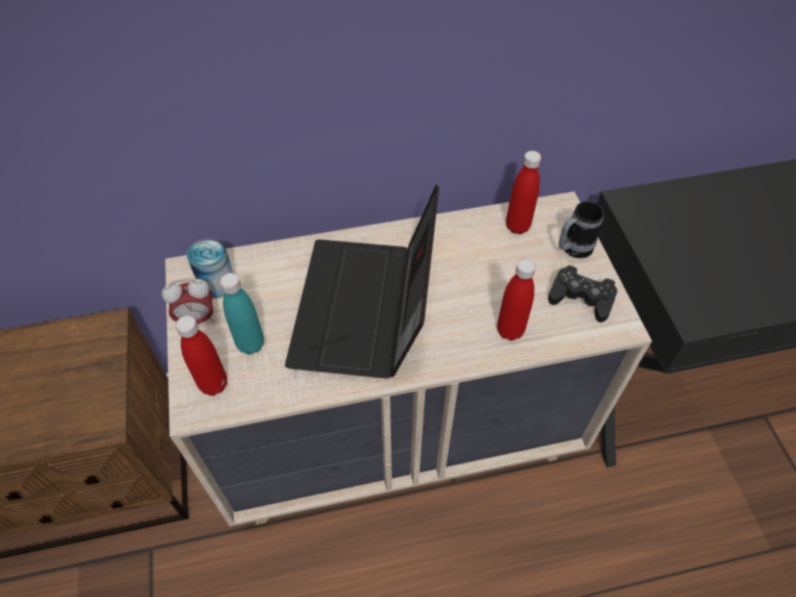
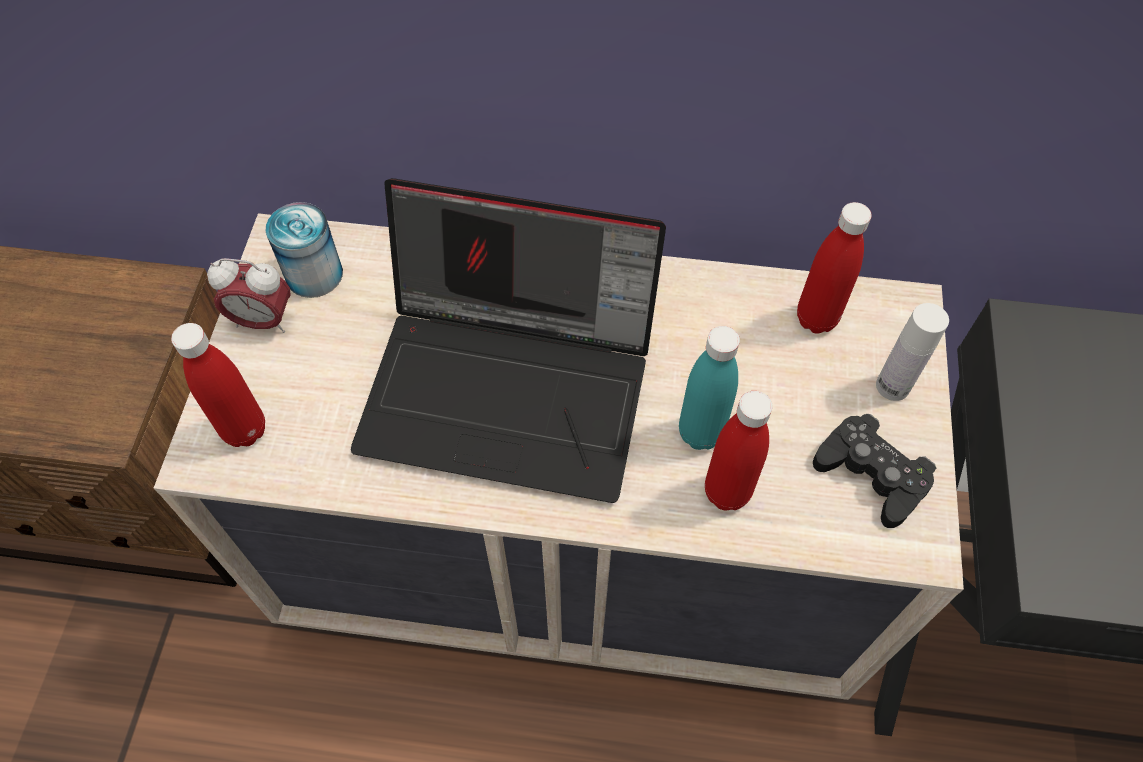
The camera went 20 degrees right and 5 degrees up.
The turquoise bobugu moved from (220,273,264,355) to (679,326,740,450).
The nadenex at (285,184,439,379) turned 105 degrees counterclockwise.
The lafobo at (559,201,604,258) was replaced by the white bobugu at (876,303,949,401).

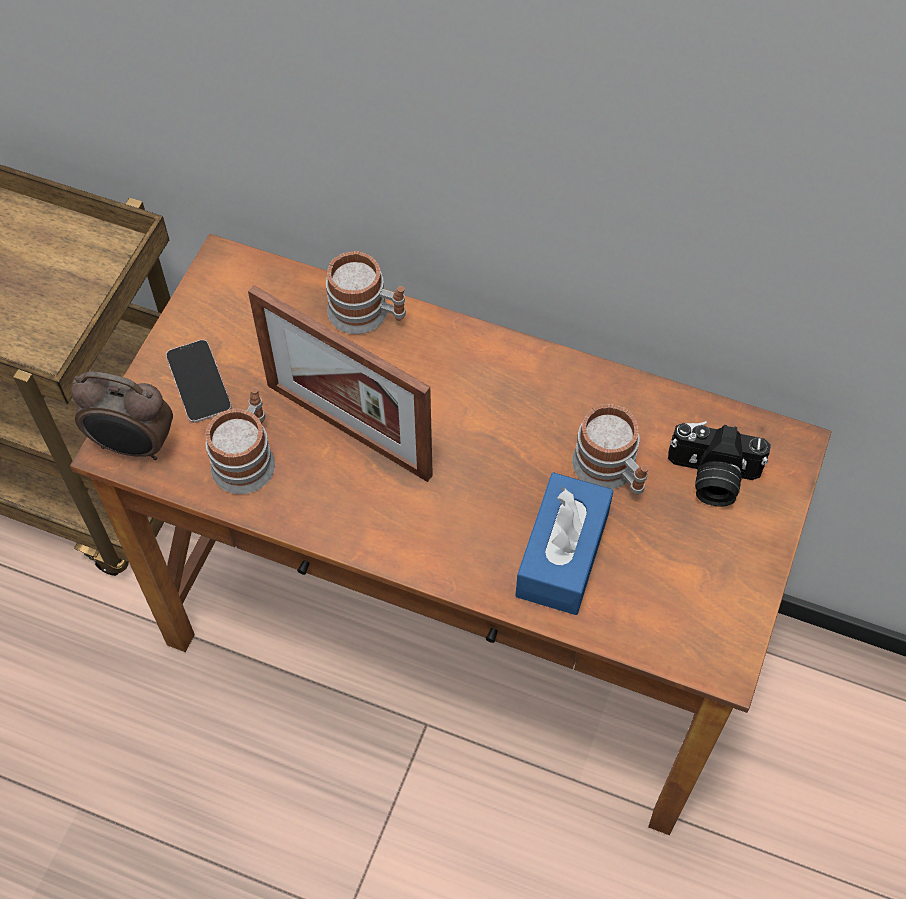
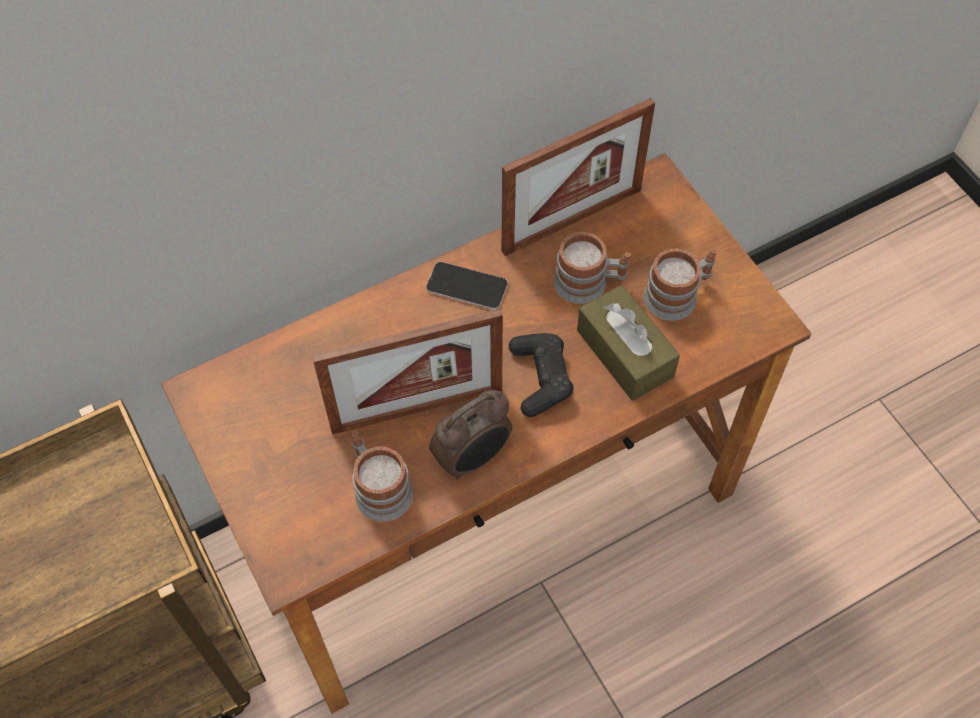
The camera went 50 degrees left and 0 degrees up.
The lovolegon moved from (71,371,173,460) to (429,389,512,480).
The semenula moved from (166,340,232,423) to (426,261,508,310).
The lafobo moved from (326,251,406,334) to (644,248,717,321).
The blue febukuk at (515,472,613,615) became the brown febukuk at (577,285,680,401).
The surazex at (668,421,771,507) disappeared.
The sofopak at (502,98,655,256) appeared.
The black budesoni at (509,333,574,417) appeared.

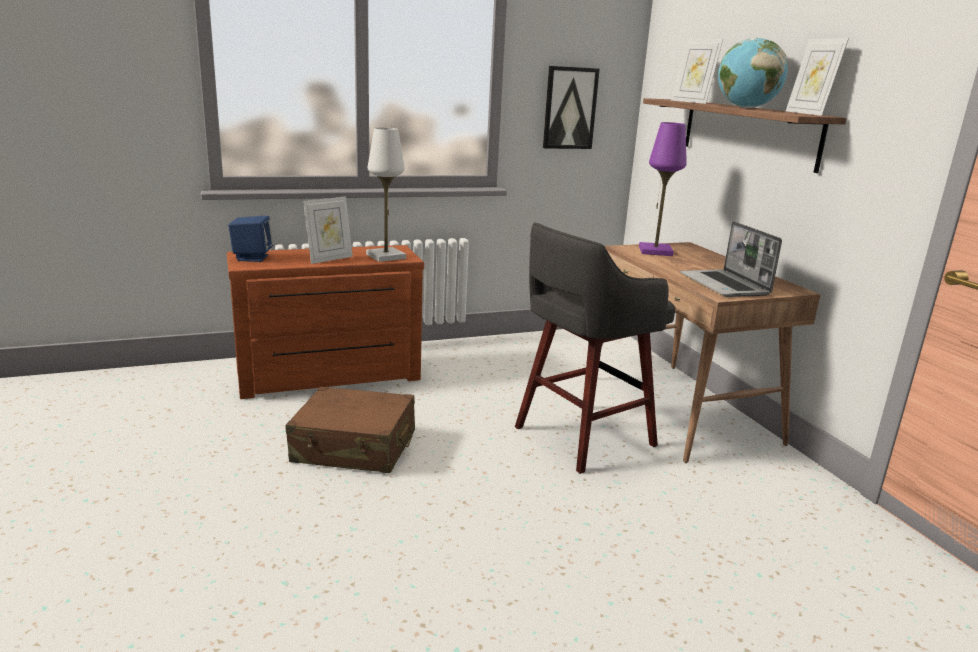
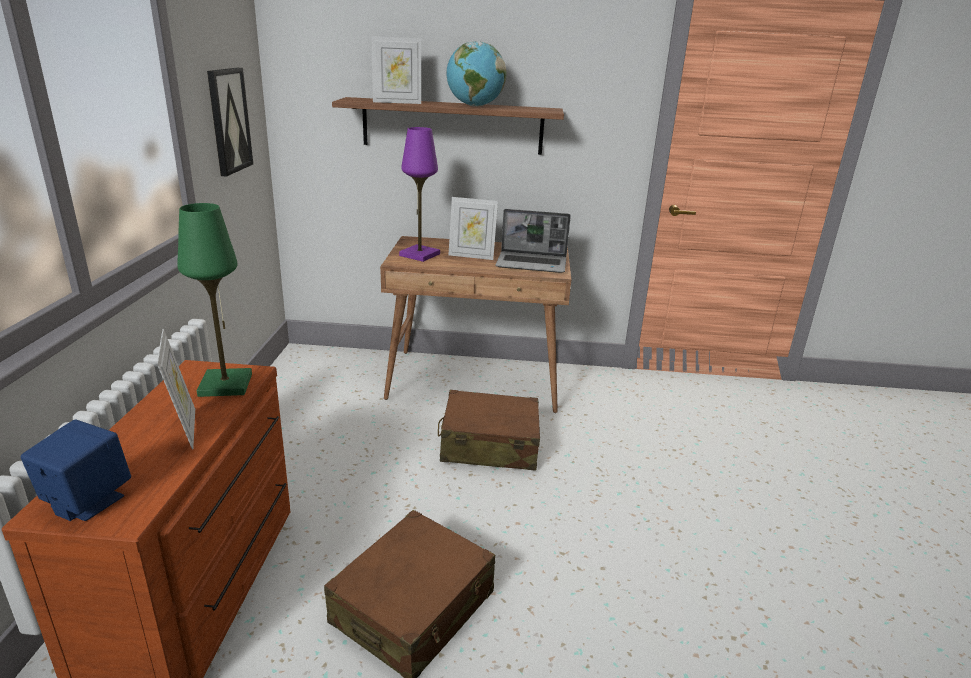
The camera went 65 degrees left and 5 degrees up.
The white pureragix at (366,127,406,262) became the green pureragix at (178,203,252,397).
The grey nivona at (515,222,676,474) was replaced by the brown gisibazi at (438,390,540,470).
The sofopak moved from (786,38,849,116) to (449,197,498,260).

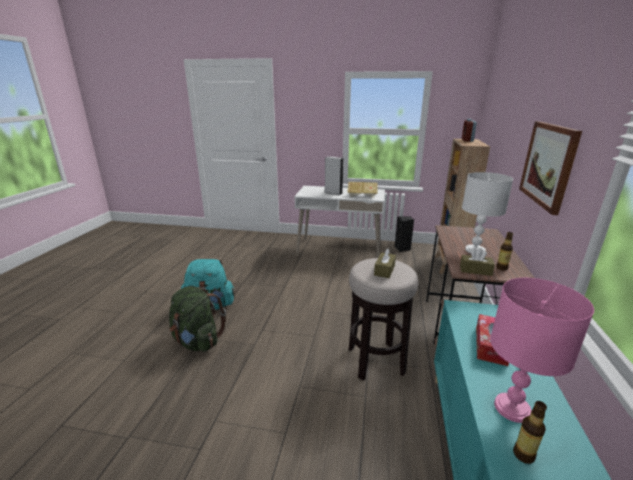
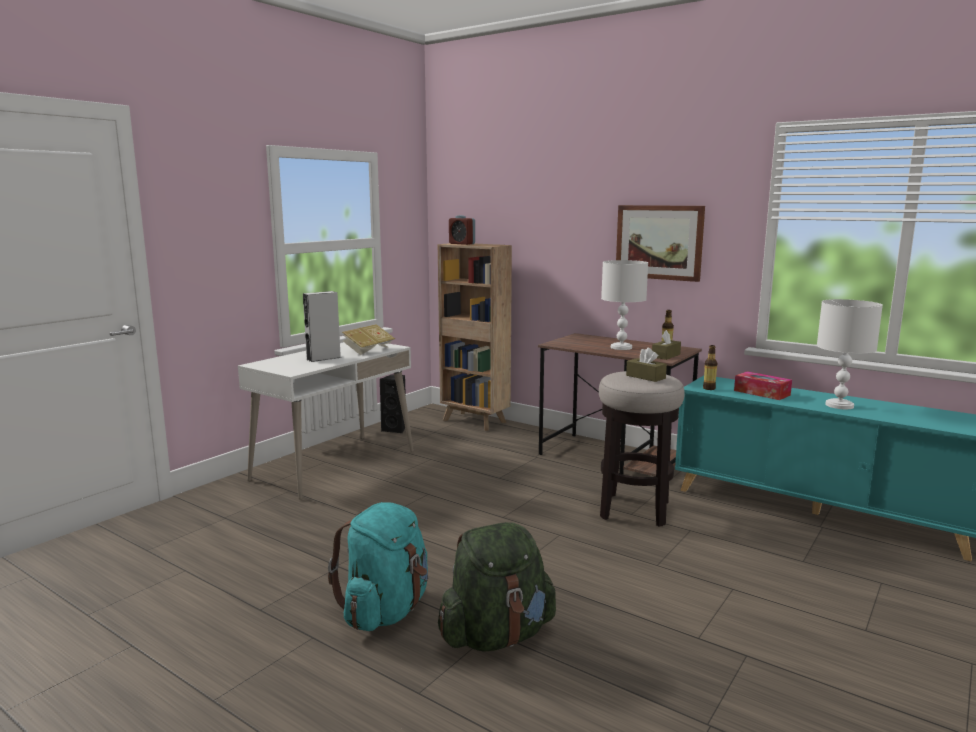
The camera went 65 degrees left and 10 degrees down.
The pink pureragix at (490,278,594,423) became the white pureragix at (817,299,883,409).
The bobugu moved from (513,401,547,464) to (703,345,717,390).

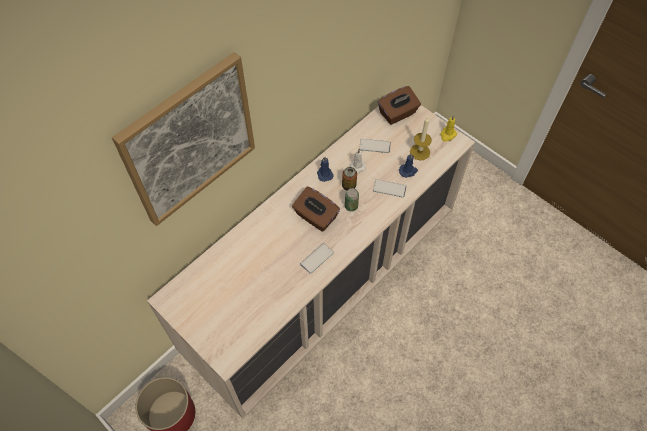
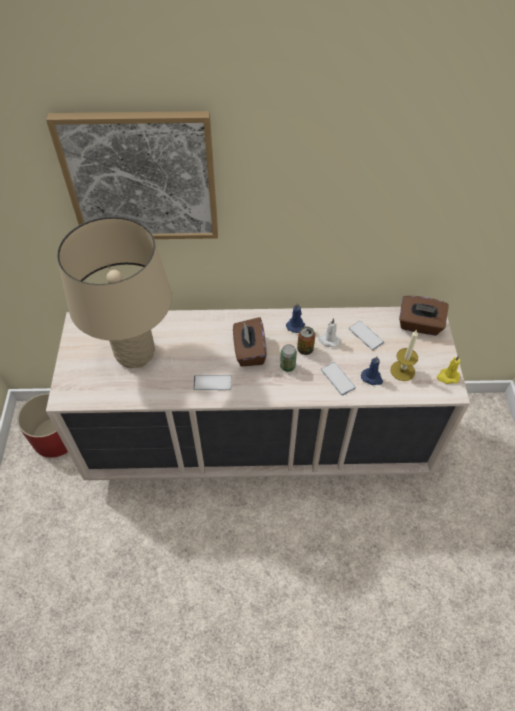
The camera went 45 degrees right and 5 degrees down.
The beige pureragix at (57,216,172,368) appeared.

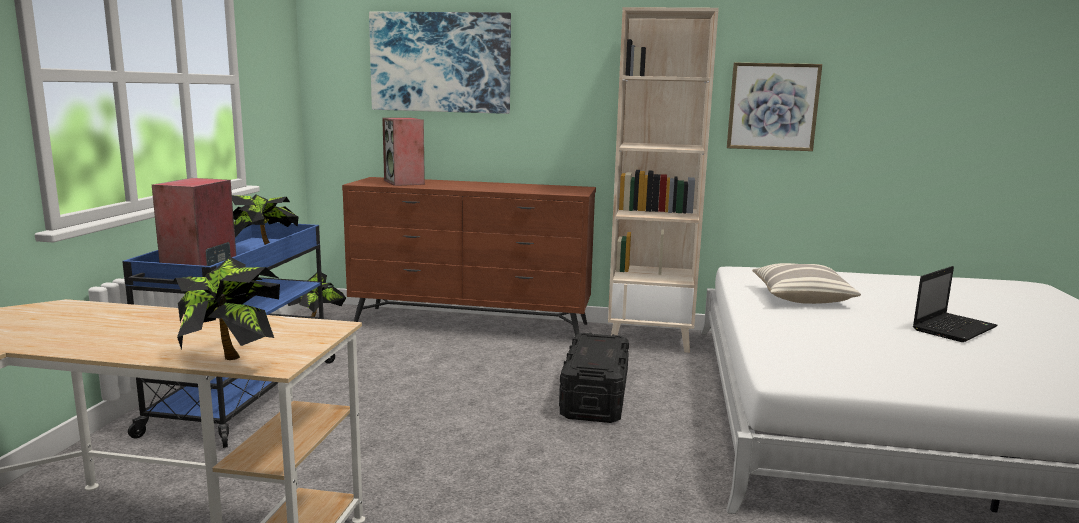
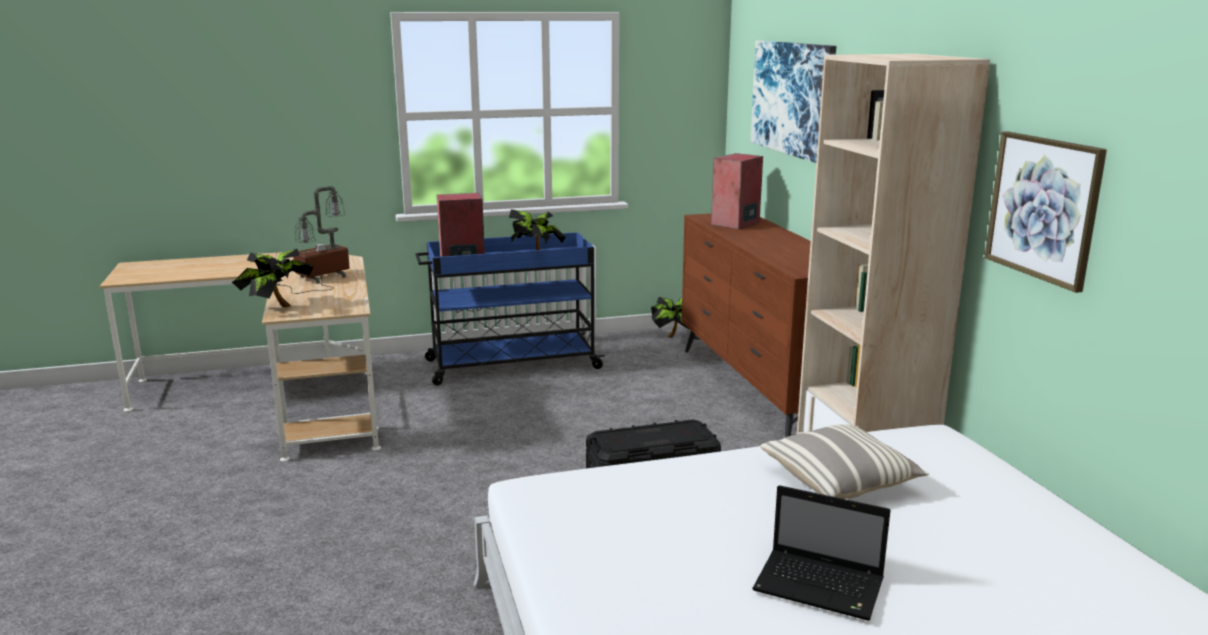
The camera went 65 degrees right and 5 degrees up.
The pureragix at (277,186,350,294) appeared.

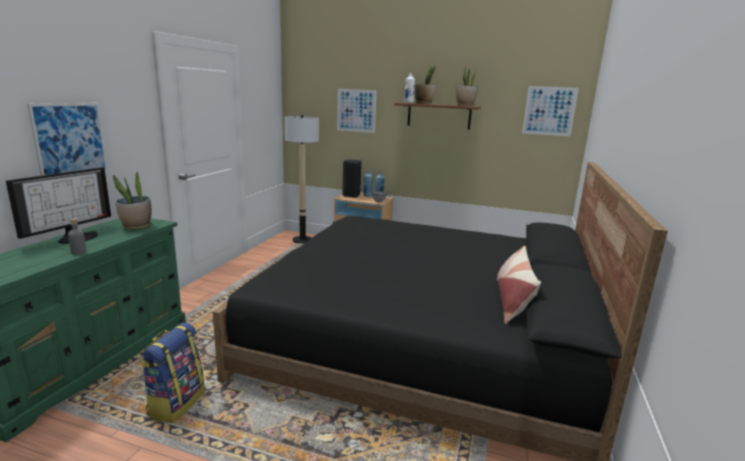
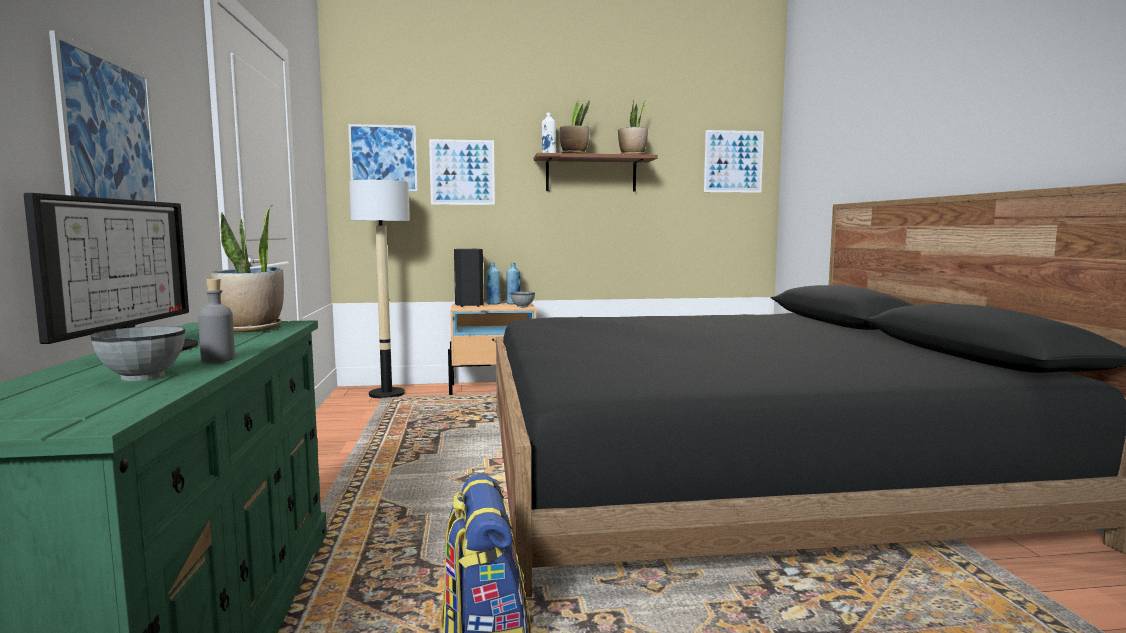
The camera went 25 degrees left and 10 degrees down.
The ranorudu at (497,246,541,324) disappeared.
The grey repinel at (90,326,185,381) appeared.
The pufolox at (348,124,418,192) appeared.

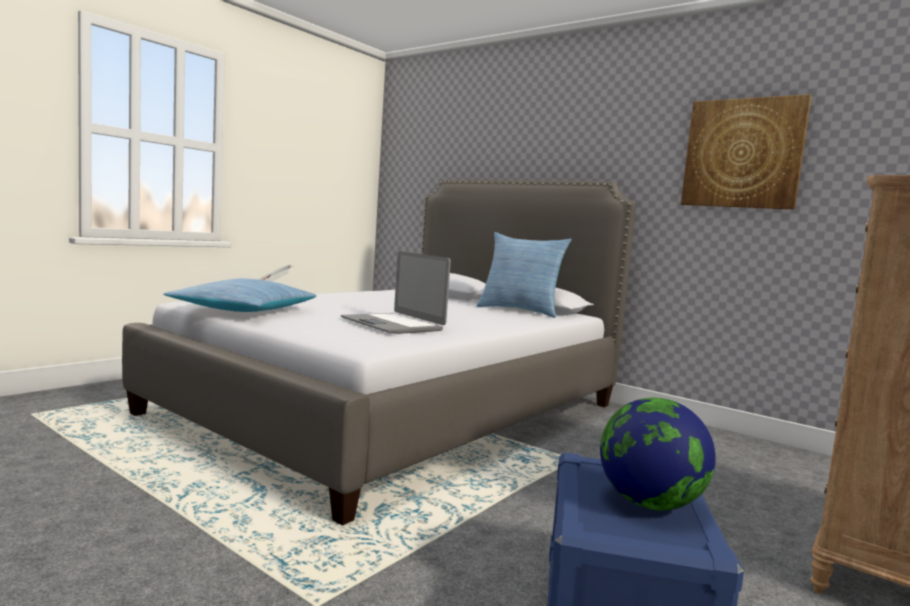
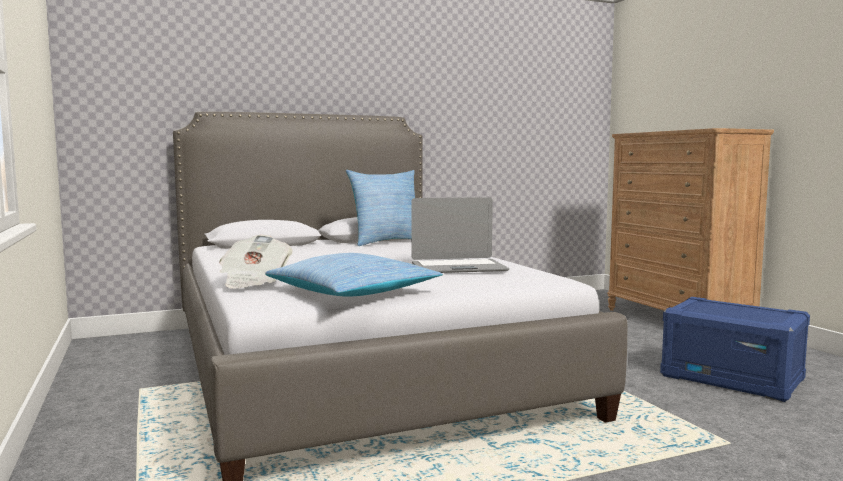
The camera went 60 degrees left and 0 degrees up.
The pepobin at (600,398,716,510) disappeared.
The pufolox at (681,94,812,210) disappeared.

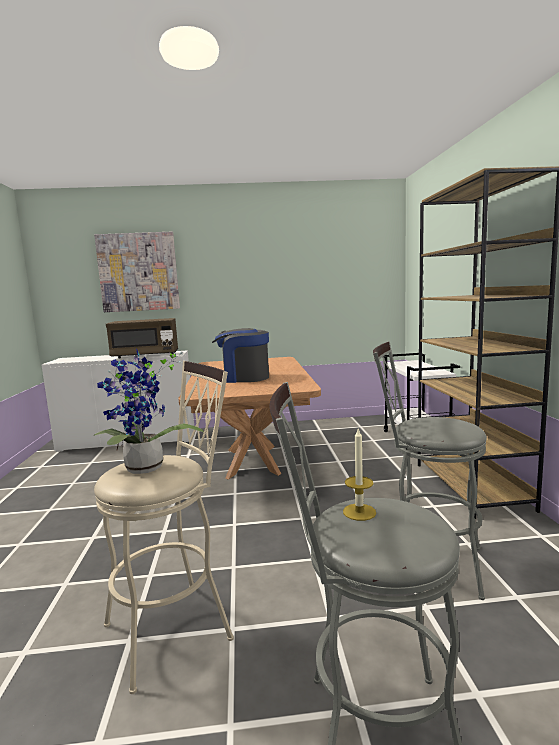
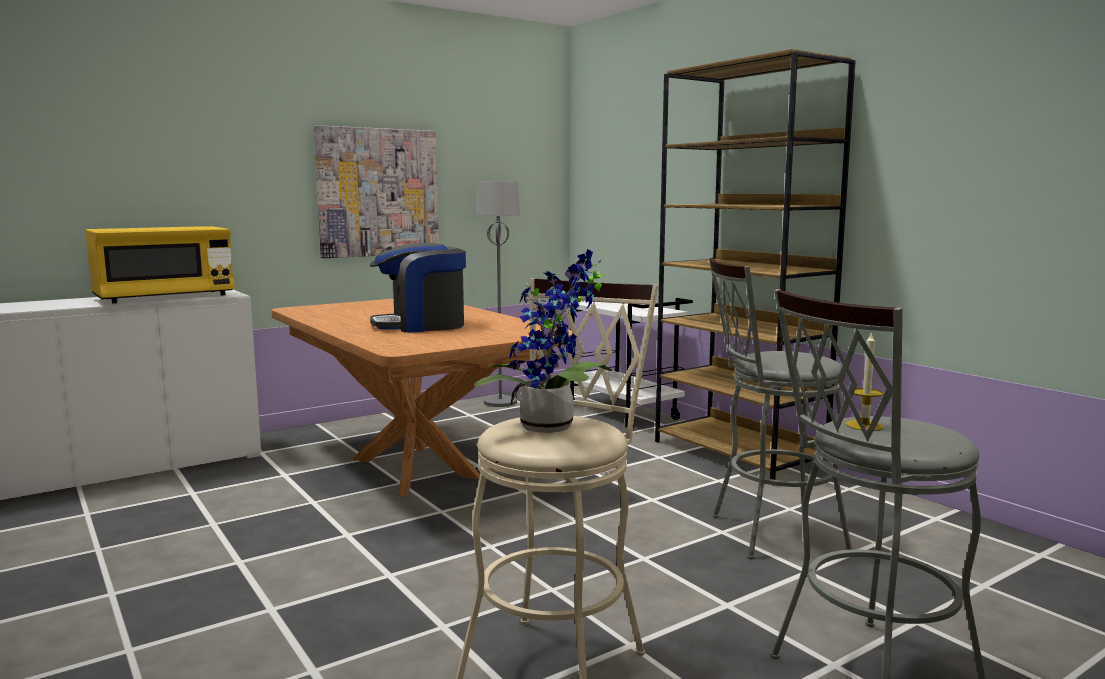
The camera went 30 degrees left and 0 degrees up.
The pufolox moved from (94,232,180,312) to (314,125,439,258).
The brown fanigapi at (106,318,178,359) became the yellow fanigapi at (85,226,235,304).
The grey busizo at (476,181,520,407) appeared.

